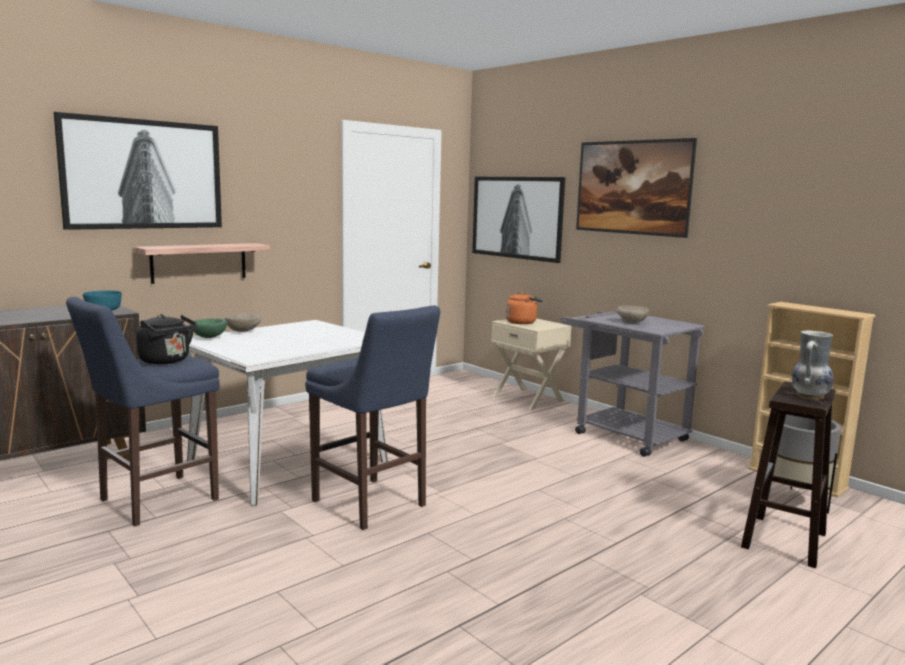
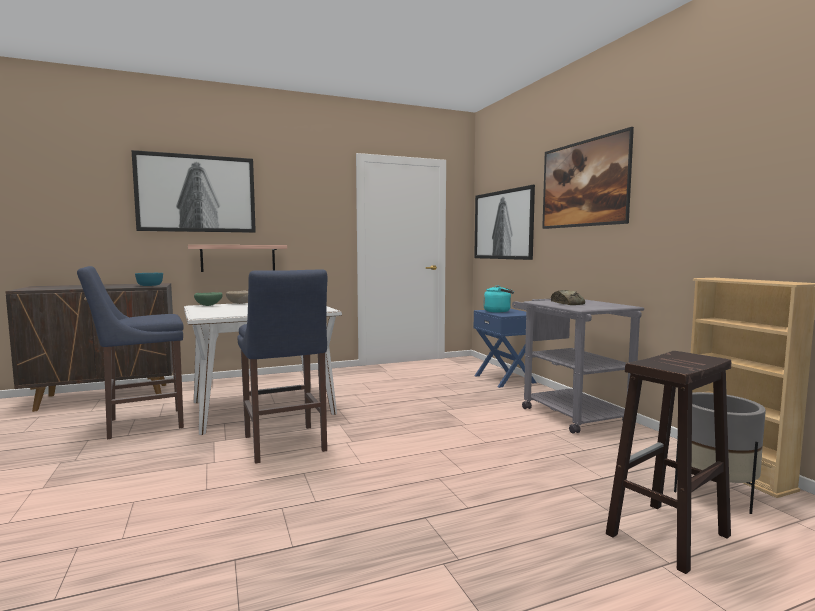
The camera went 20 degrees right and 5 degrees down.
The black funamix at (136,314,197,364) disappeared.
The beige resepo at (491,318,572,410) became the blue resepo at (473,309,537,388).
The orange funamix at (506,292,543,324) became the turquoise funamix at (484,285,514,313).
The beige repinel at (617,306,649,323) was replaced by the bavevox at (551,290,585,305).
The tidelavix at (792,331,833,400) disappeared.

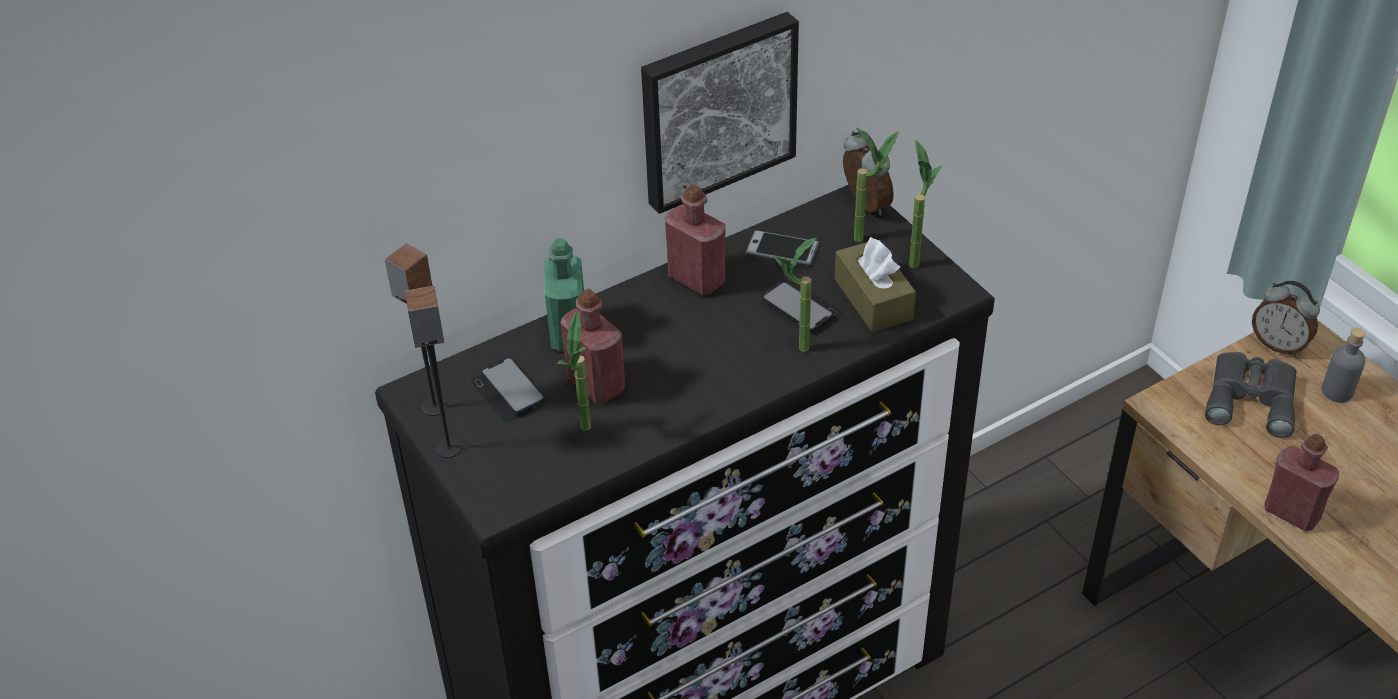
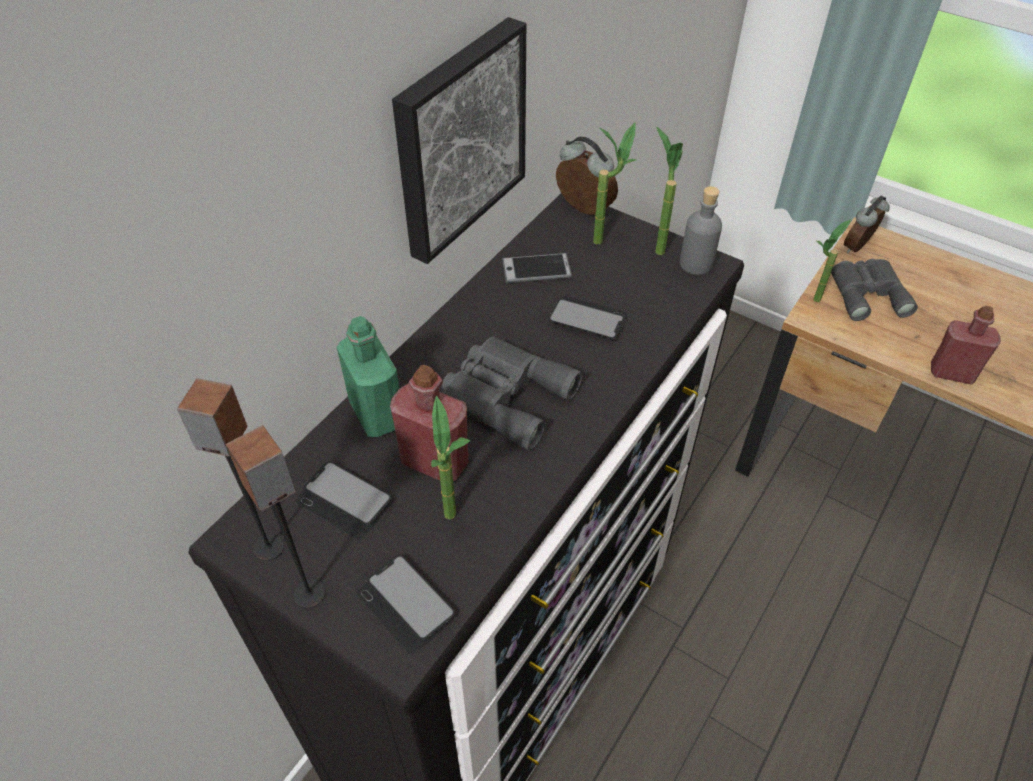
The camera went 25 degrees left and 5 degrees up.
The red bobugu at (665,185,726,295) disappeared.
The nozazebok moved from (774,238,817,352) to (814,219,851,302).
The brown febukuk at (835,237,916,332) disappeared.
The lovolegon at (1252,281,1320,356) turned 120 degrees clockwise.
The grey bobugu moved from (1322,328,1365,403) to (680,186,722,275).
The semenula at (356,554,455,654) appeared.
The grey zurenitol at (442,336,583,451) appeared.

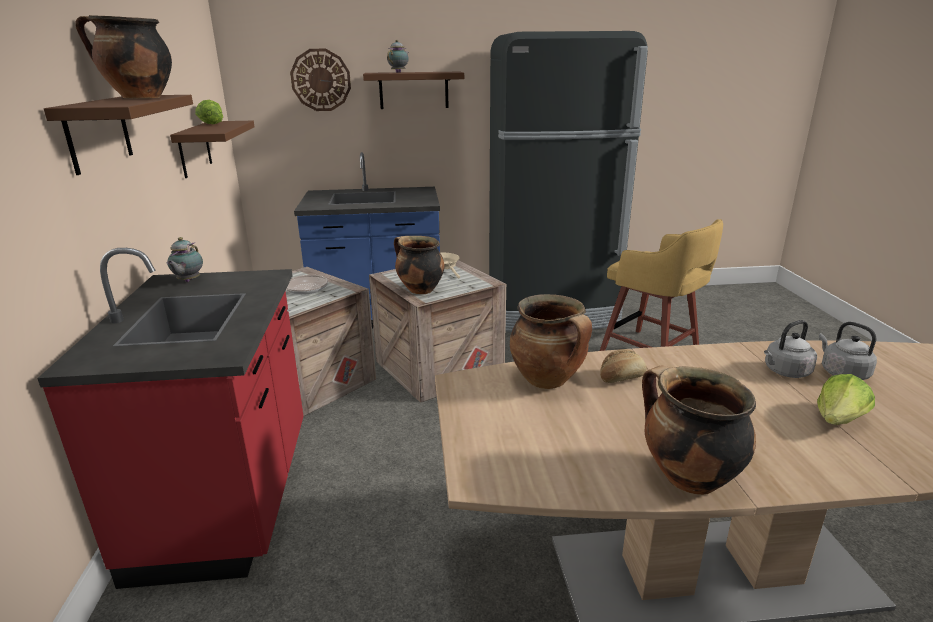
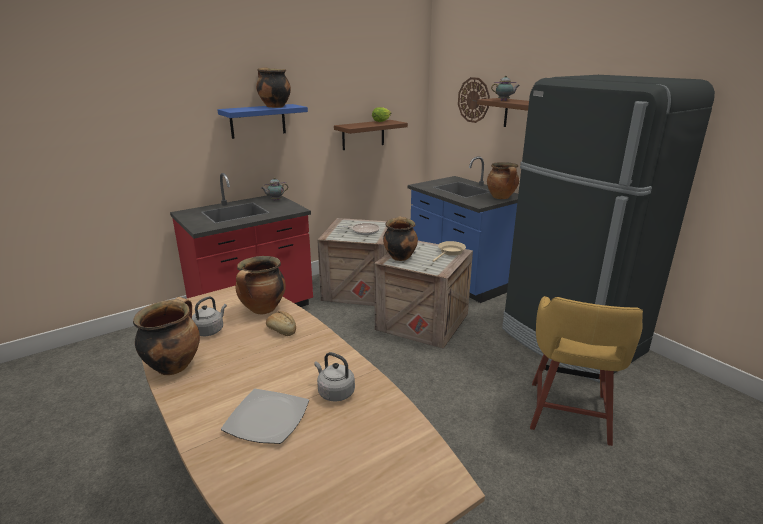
The camera went 60 degrees right and 0 degrees up.
The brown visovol at (44,95,193,175) became the blue visovol at (217,104,308,139).
The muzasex at (817,374,875,425) was replaced by the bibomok at (221,389,309,444).
The grey funamix moved from (819,322,877,380) to (192,296,227,336).
The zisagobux at (487,162,519,199) appeared.

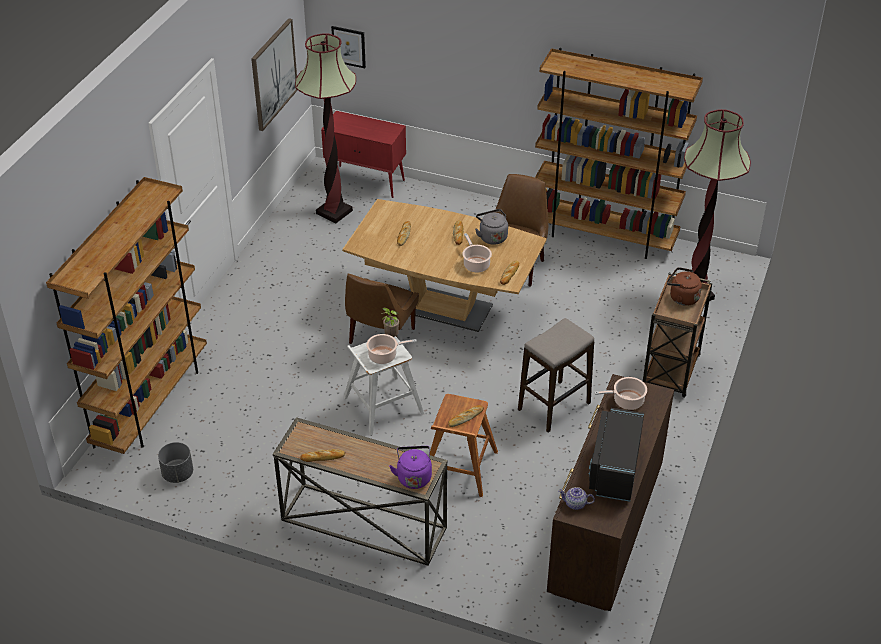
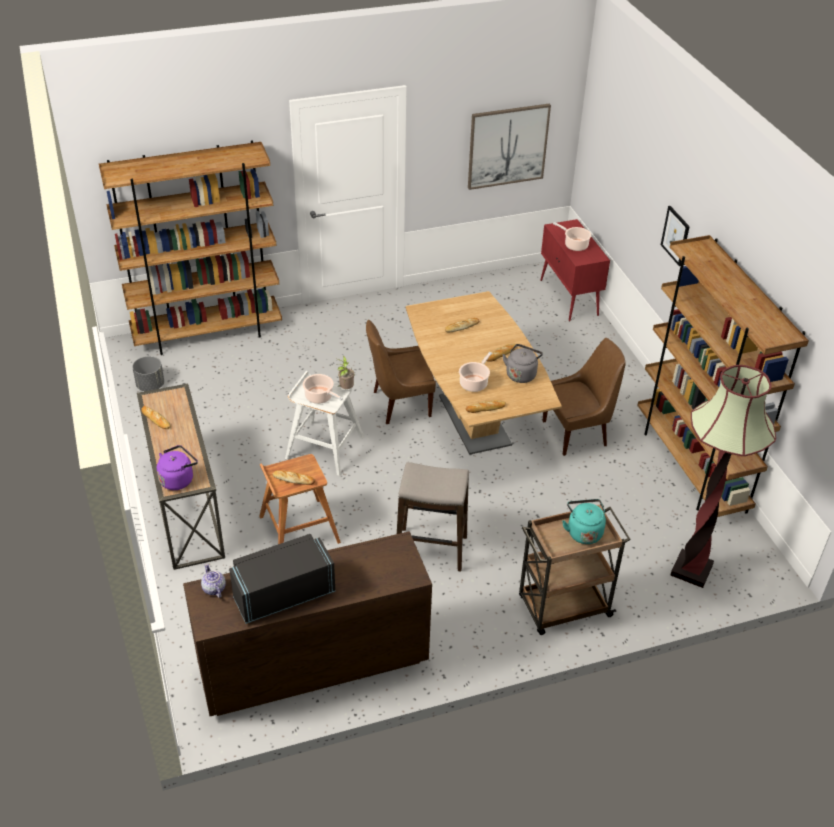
The camera went 50 degrees right and 0 degrees up.
The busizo at (295,33,356,223) disappeared.
The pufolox moved from (331,26,366,68) to (661,206,690,266).
The zisagobux moved from (594,377,647,410) to (553,222,591,251).
The brown funamix at (667,267,702,306) became the turquoise funamix at (562,499,606,544).

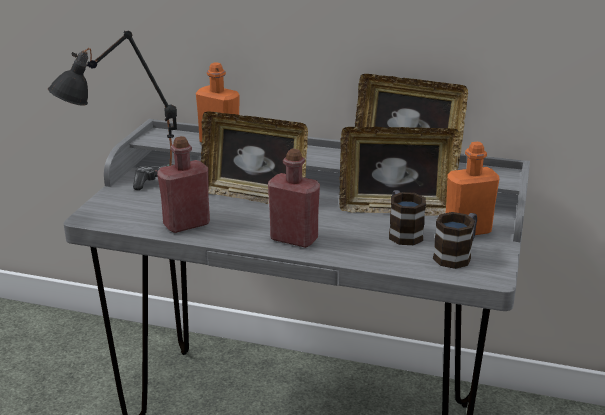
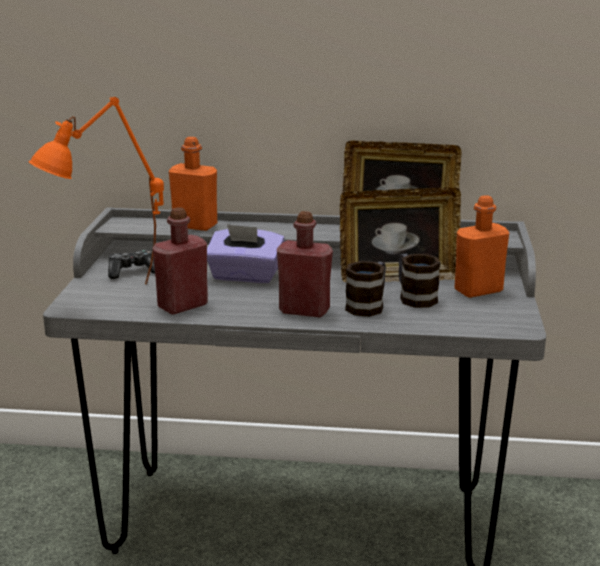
The camera went 10 degrees left and 5 degrees down.
The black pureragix at (48,30,177,166) became the orange pureragix at (28,97,164,284).
The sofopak at (201,111,308,204) was replaced by the purple febukuk at (207,224,285,283).
The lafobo moved from (433,212,477,269) to (345,261,386,317).

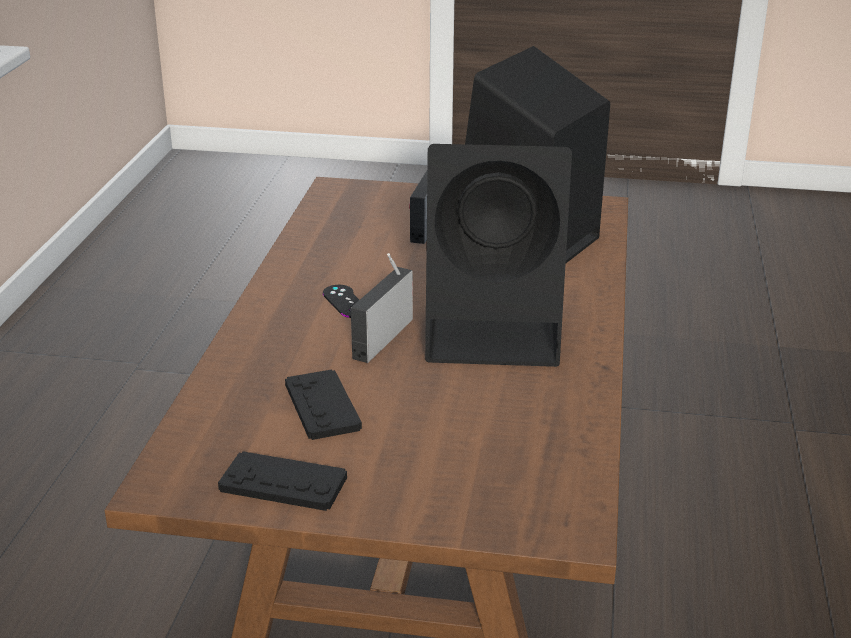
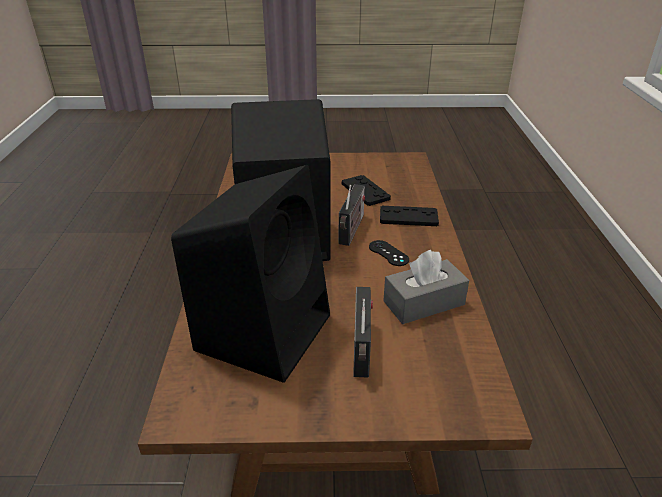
The camera went 170 degrees right and 5 degrees up.
The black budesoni moved from (218,451,347,511) to (380,206,439,226).
The grey febukuk at (383,250,469,324) appeared.

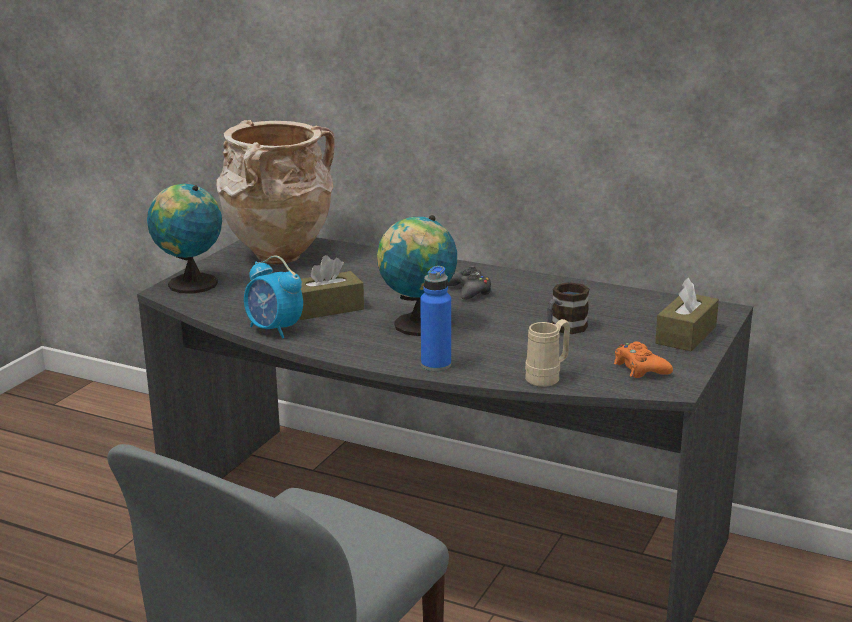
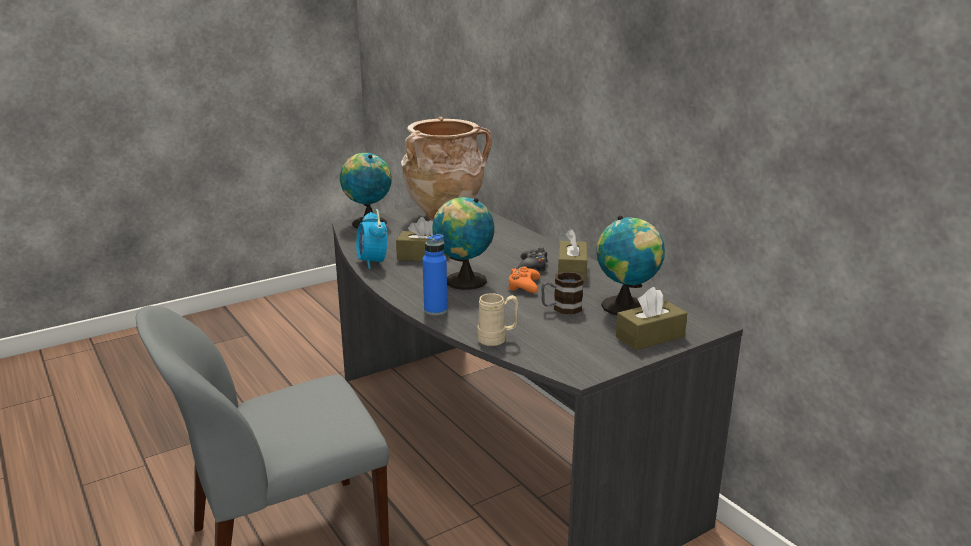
The camera went 30 degrees right and 0 degrees up.
The orange budesoni moved from (614,341,673,378) to (508,267,540,293).
The brown febukuk at (558,229,587,282) appeared.
The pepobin at (596,216,665,315) appeared.

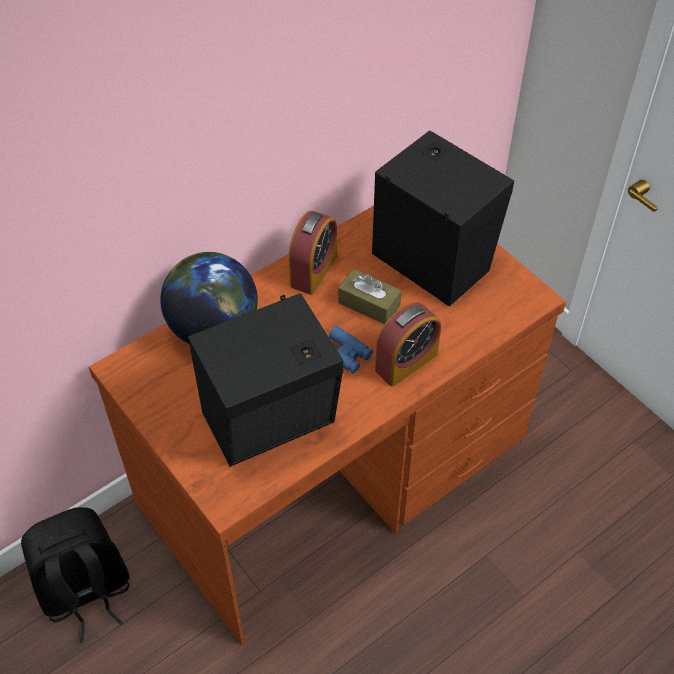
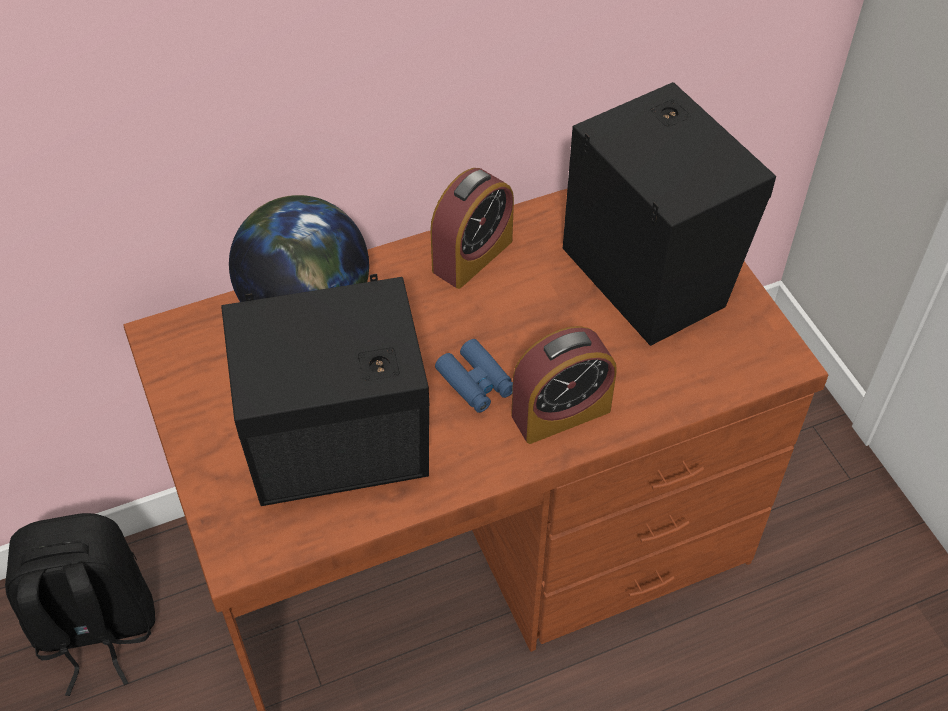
The camera went 15 degrees right and 0 degrees up.
The brown febukuk at (338,269,401,324) disappeared.

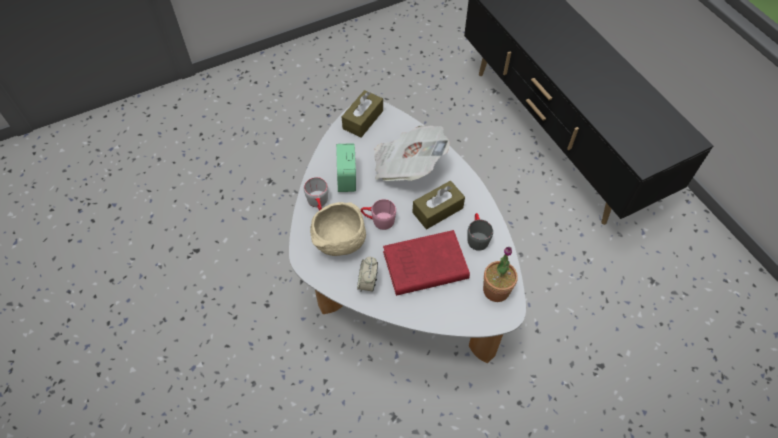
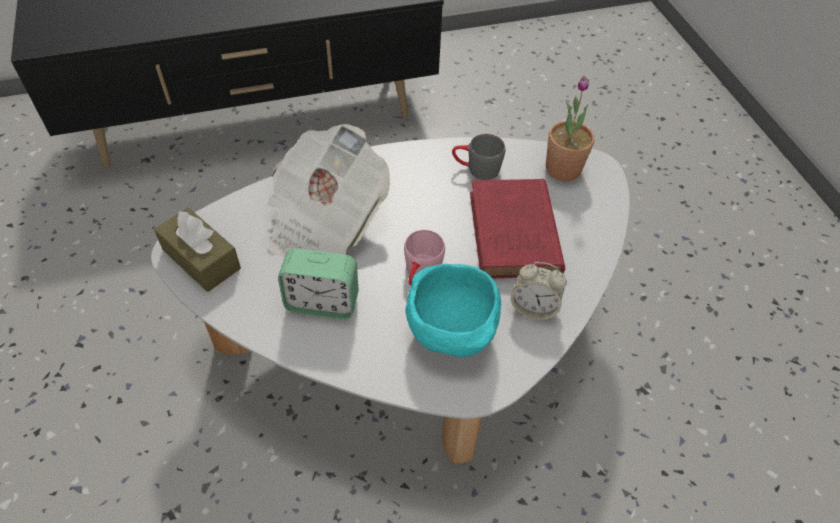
The camera went 80 degrees left and 5 degrees down.
The grey lafobo at (304,177,328,211) disappeared.
The beige repinel at (310,202,366,256) became the turquoise repinel at (405,264,501,357).
The brown febukuk at (412,181,465,229) disappeared.

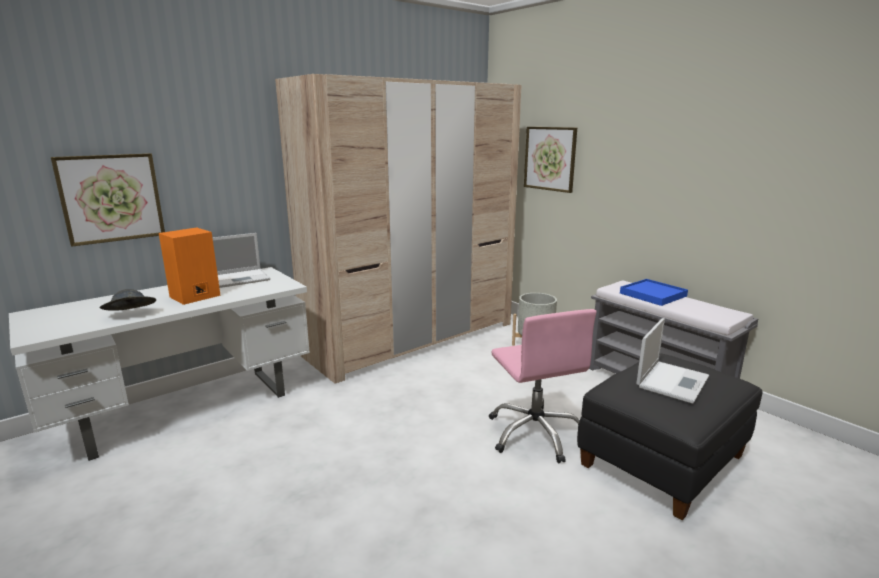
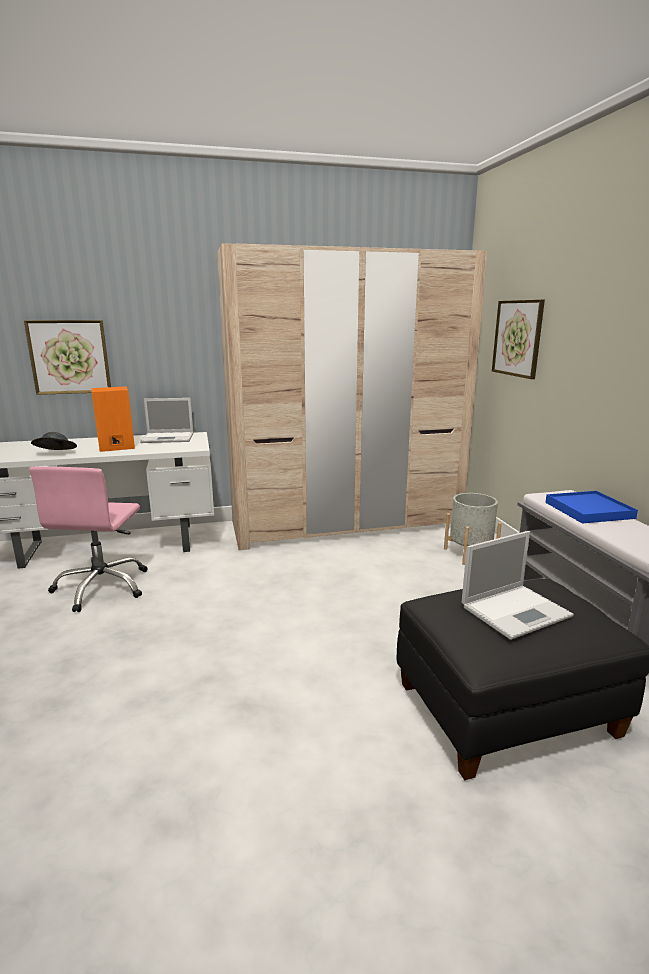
The camera went 25 degrees right and 0 degrees up.
The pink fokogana moved from (489,309,596,463) to (29,466,148,612).

